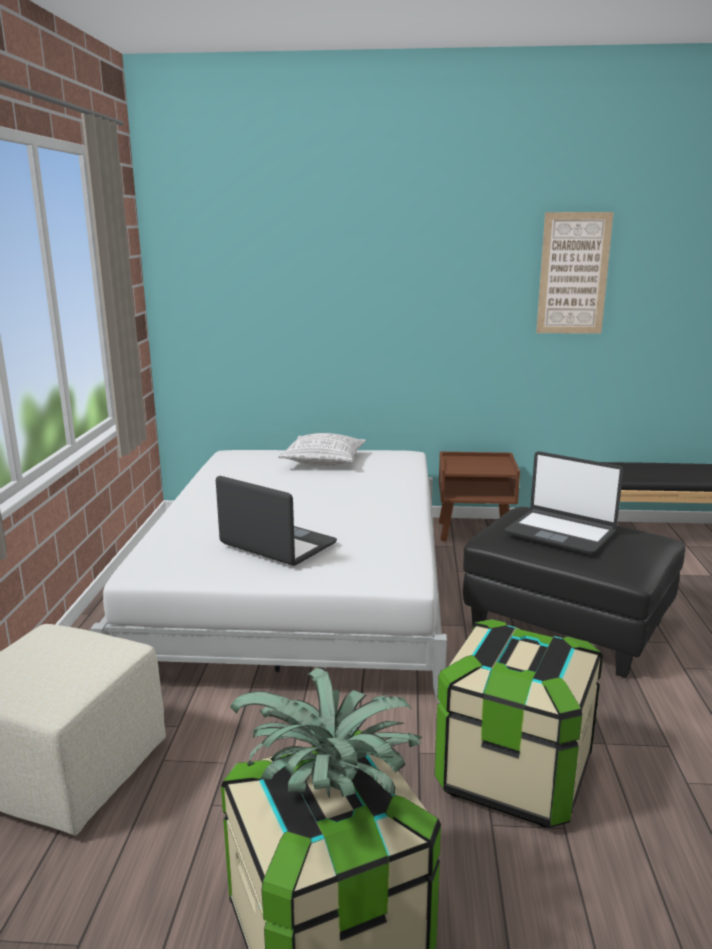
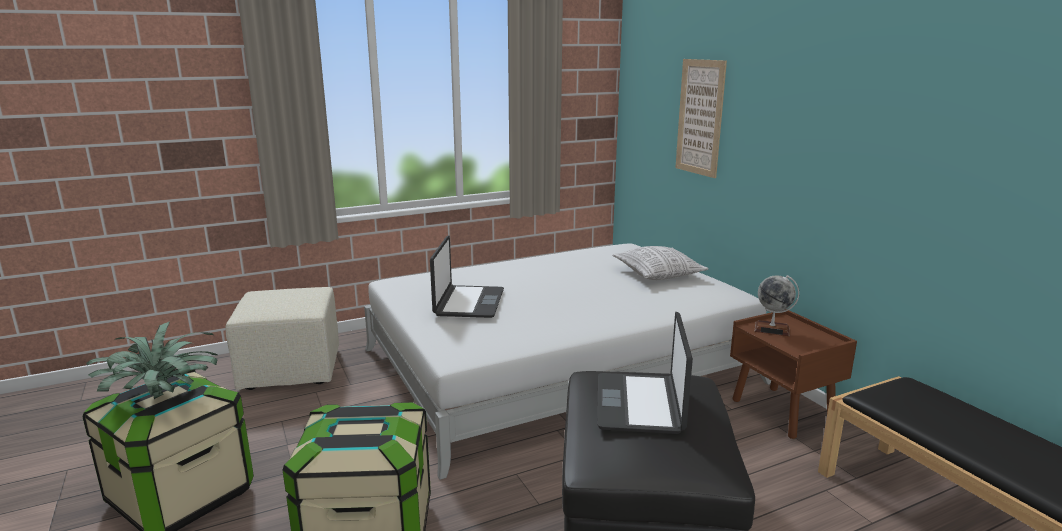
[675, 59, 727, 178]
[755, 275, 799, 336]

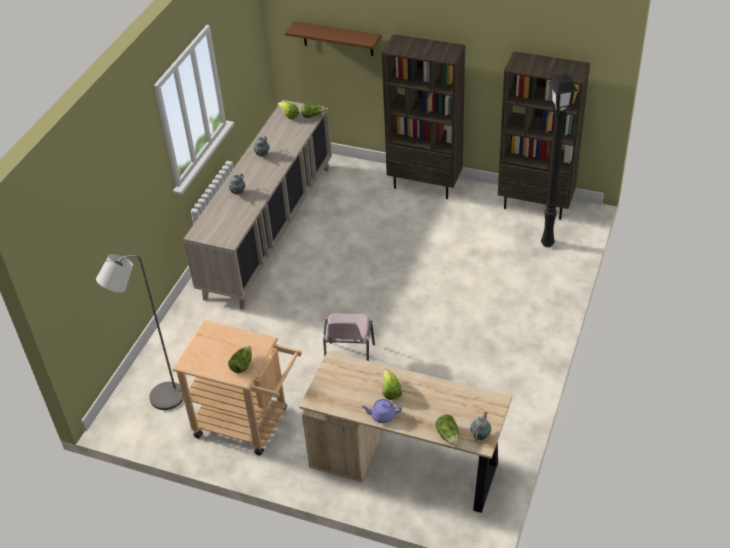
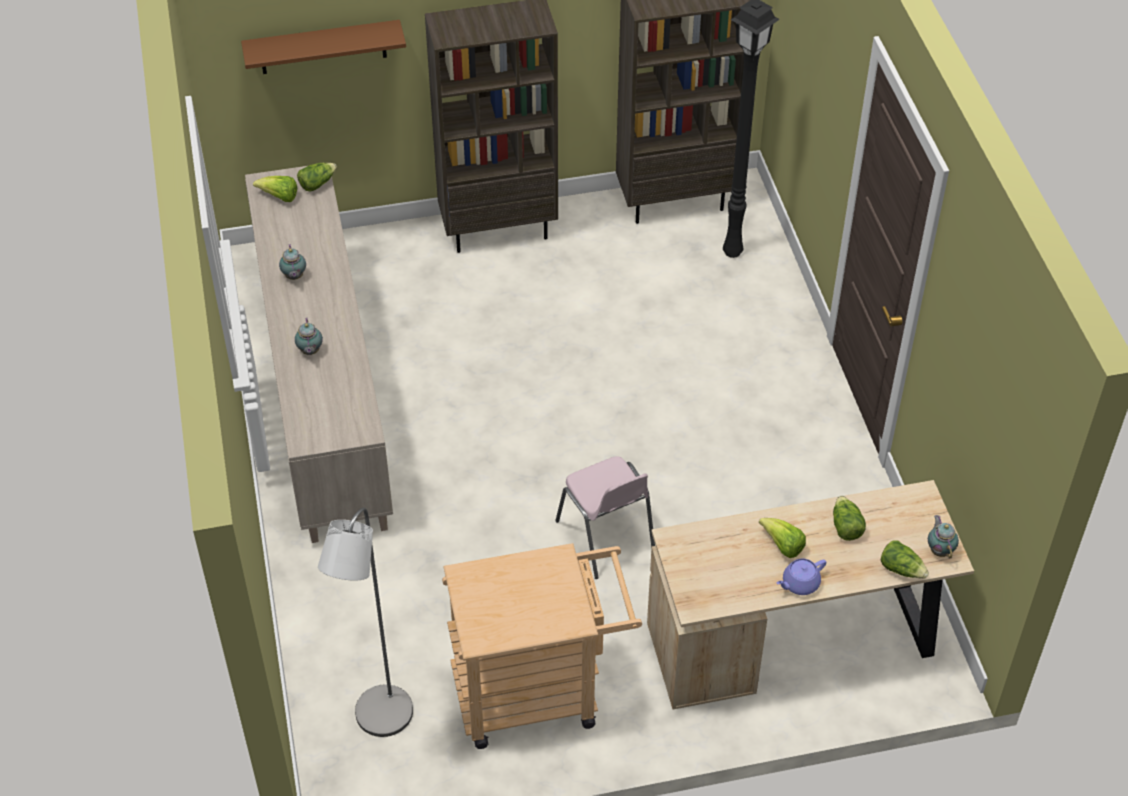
[833, 496, 866, 541]

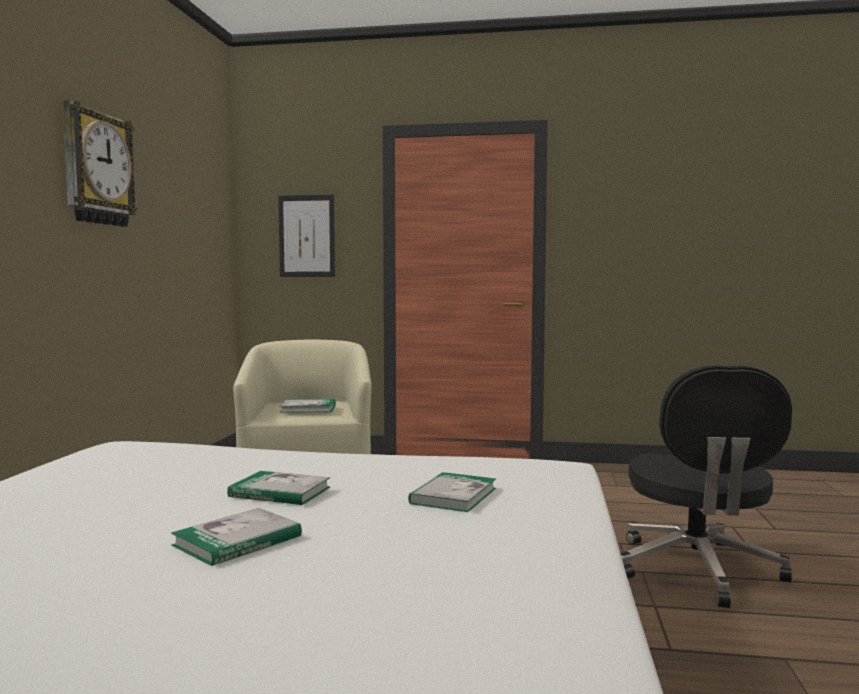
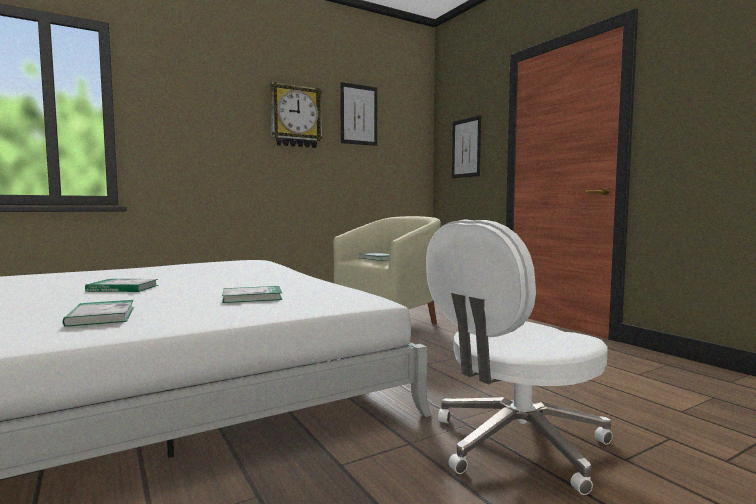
[426, 219, 612, 495]
[63, 300, 134, 327]
[340, 82, 377, 146]

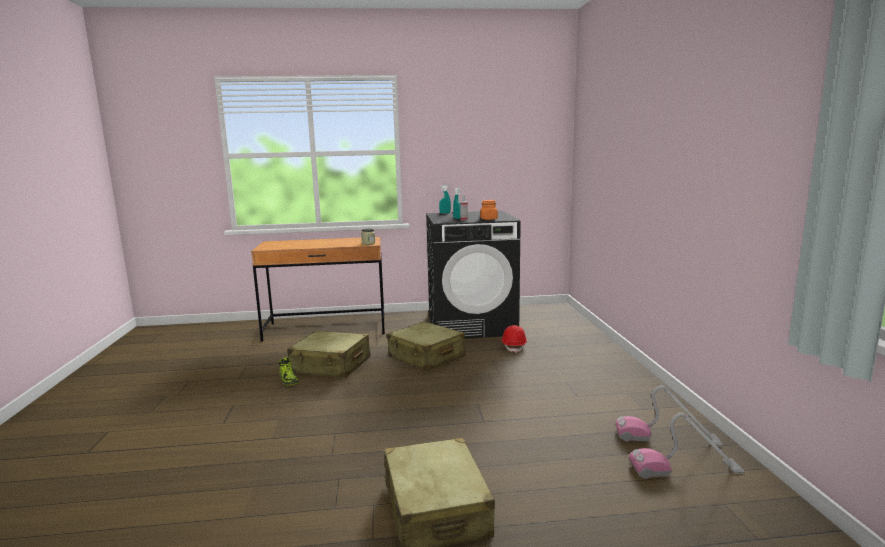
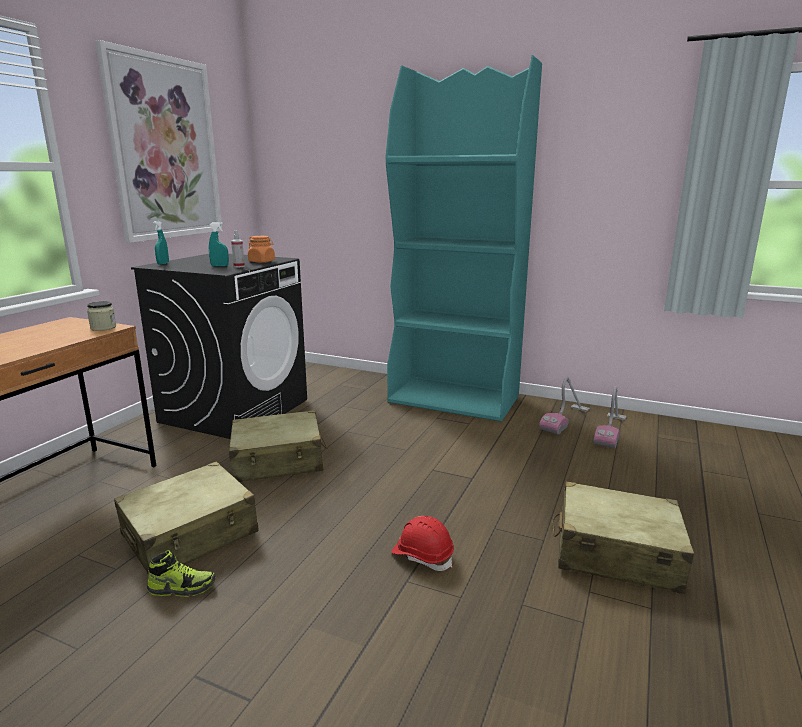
[391, 516, 454, 571]
[95, 40, 222, 243]
[386, 55, 542, 422]

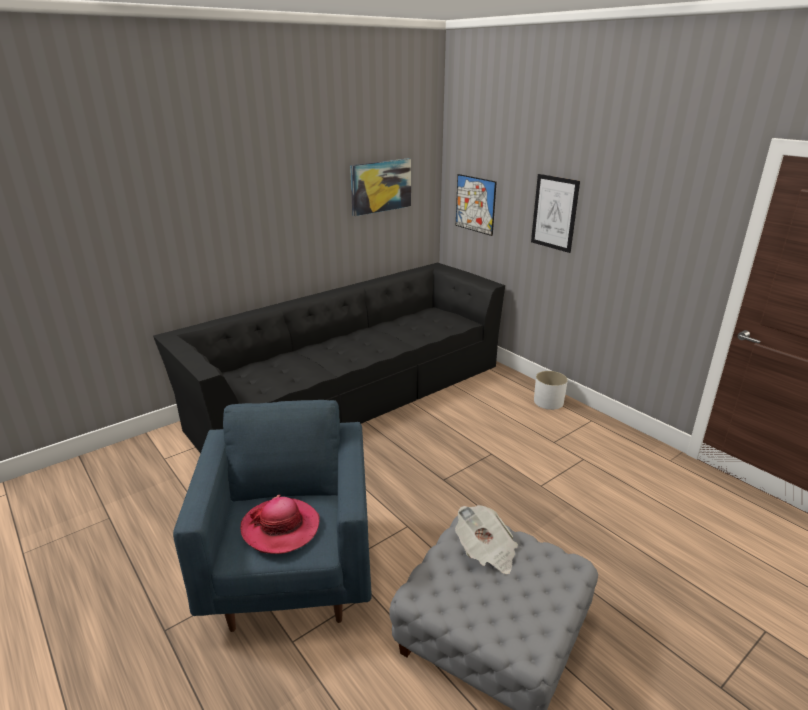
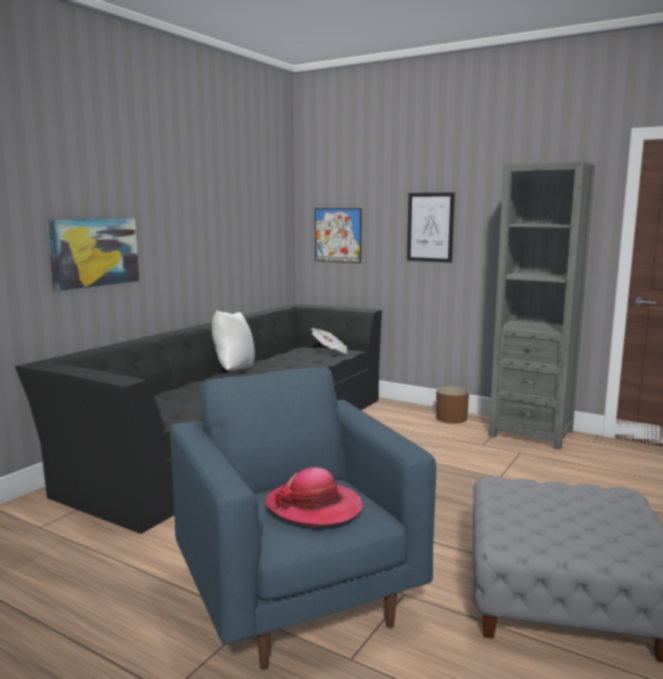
[47, 218, 139, 291]
[436, 386, 469, 424]
[311, 328, 347, 354]
[489, 161, 595, 450]
[212, 311, 255, 371]

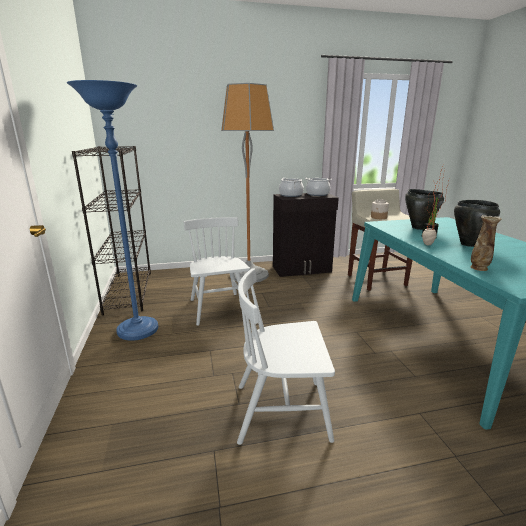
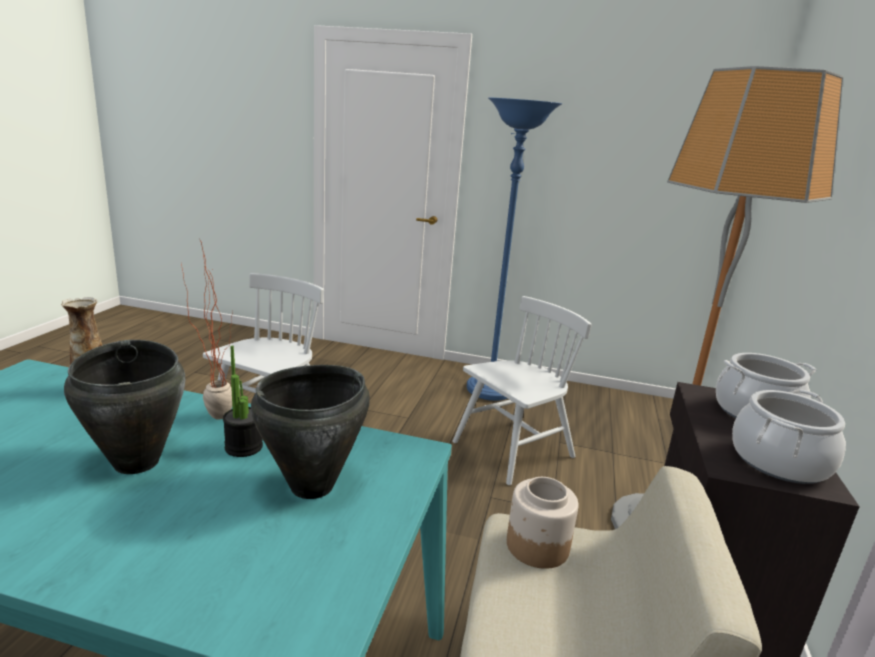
[72, 146, 151, 315] (first image)
[453, 296, 591, 485]

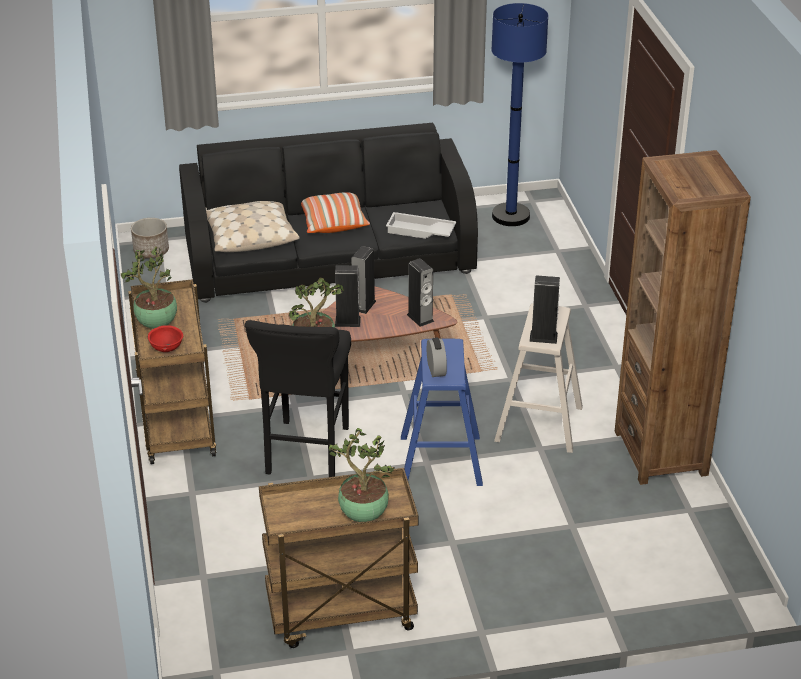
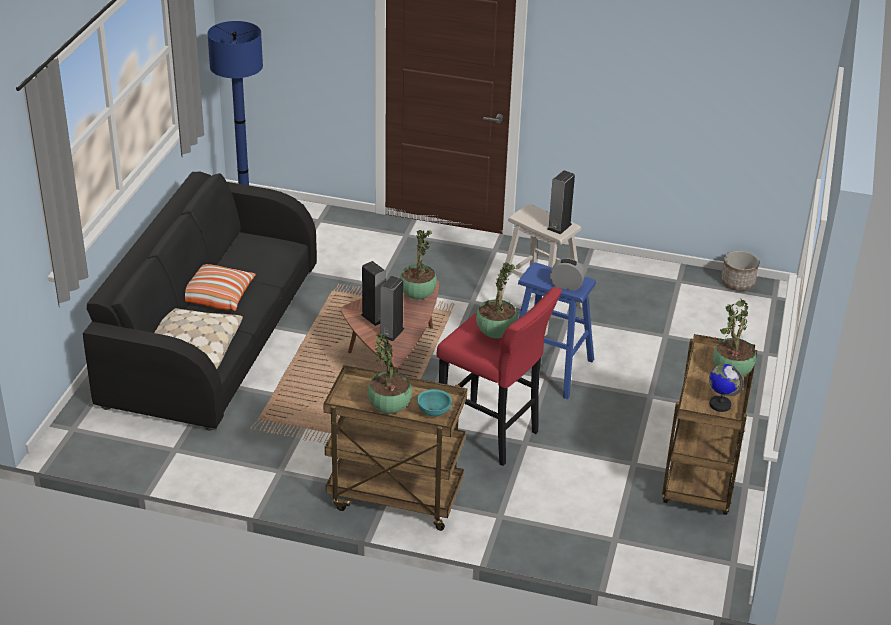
[615, 150, 751, 485] (first image)
[386, 212, 456, 239] (first image)
[721, 251, 759, 291]
[400, 230, 437, 300]
[437, 287, 562, 466]
[417, 389, 452, 417]
[709, 364, 744, 412]

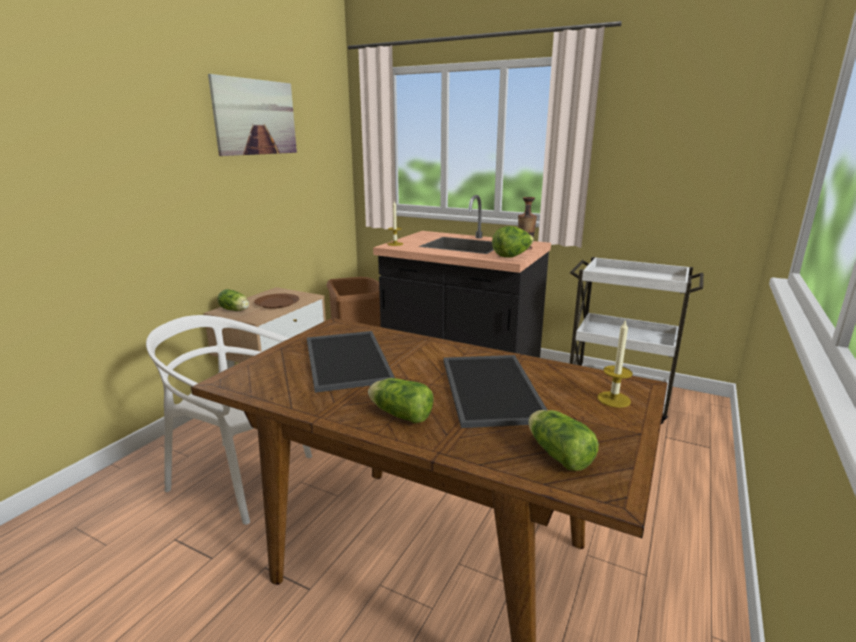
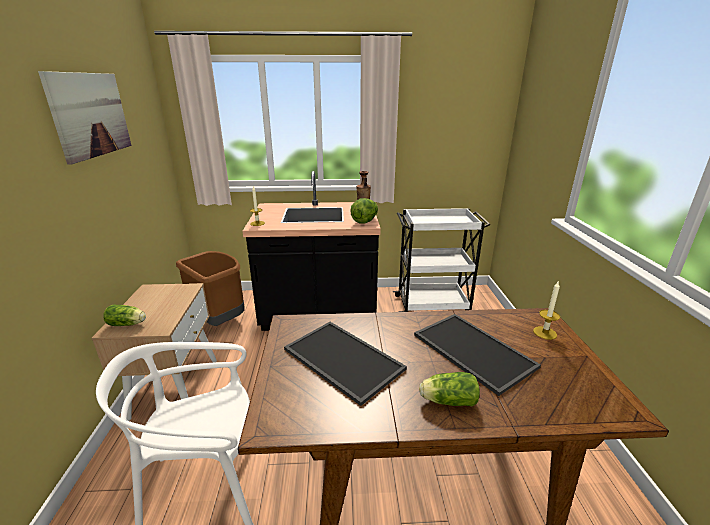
[254, 294, 299, 309] (first image)
[528, 410, 599, 471] (first image)

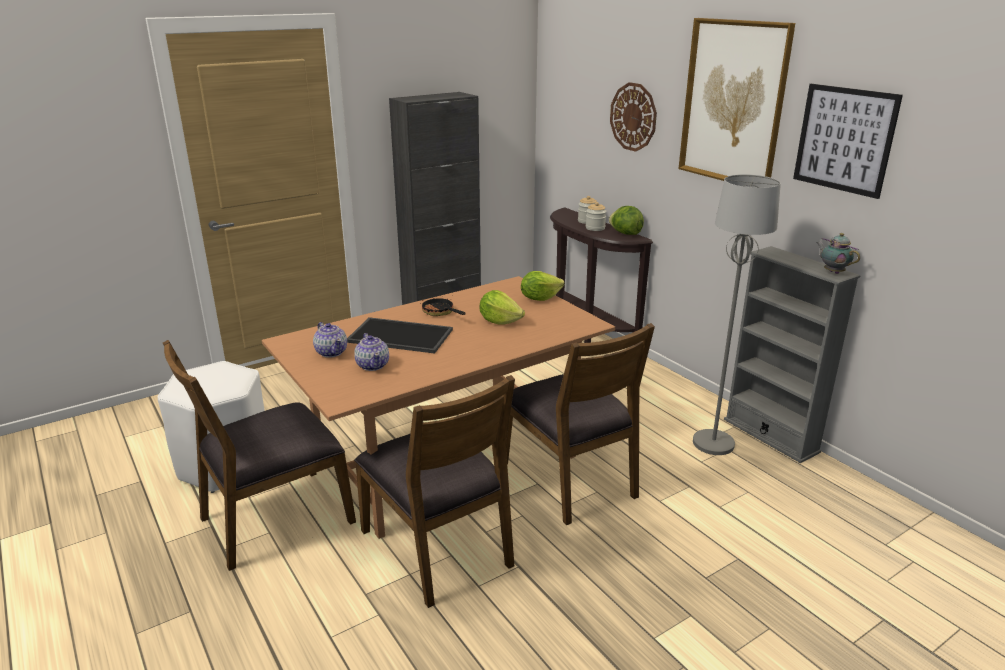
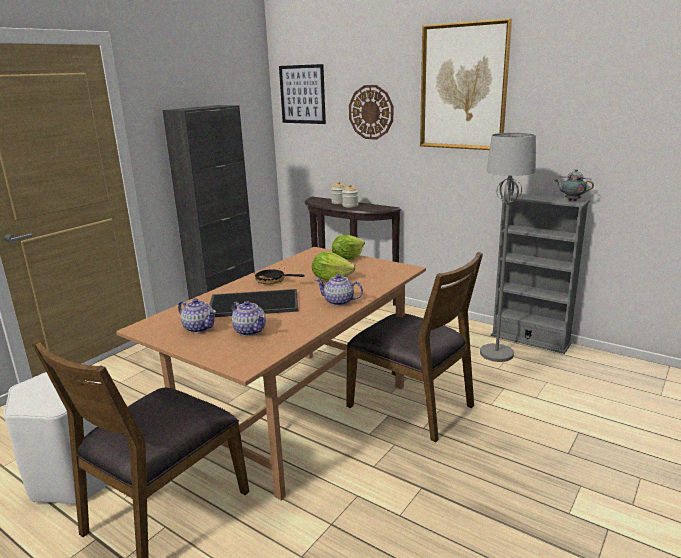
[279, 64, 326, 124]
[609, 206, 644, 235] (first image)
[354, 375, 515, 608] (first image)
[315, 274, 363, 306]

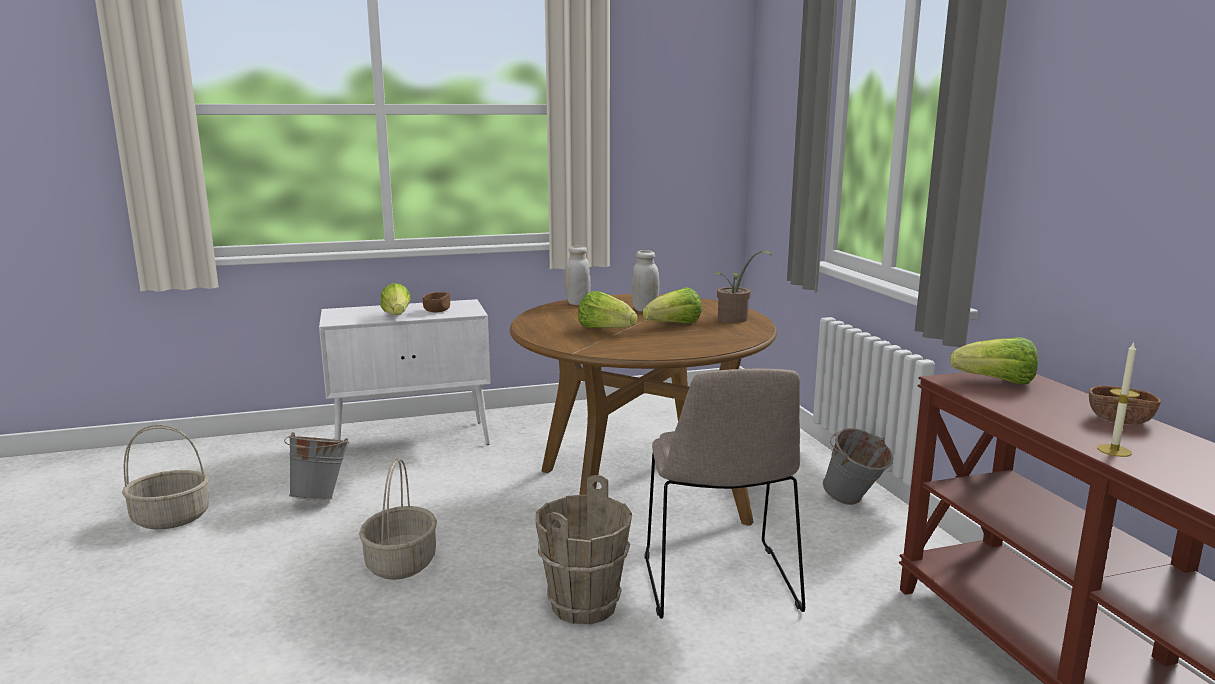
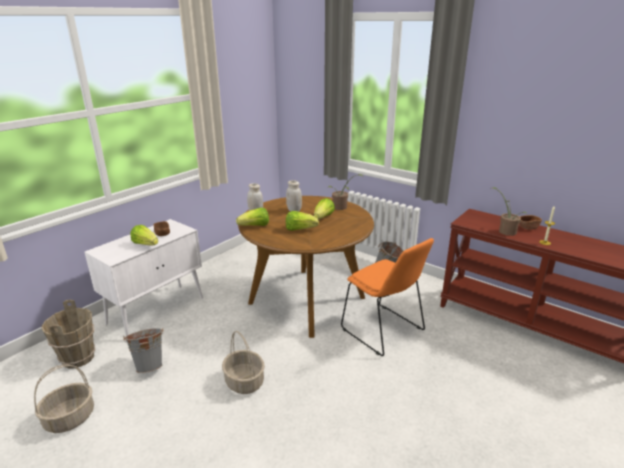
[236, 208, 269, 226]
[341, 238, 434, 356]
[42, 300, 95, 369]
[493, 187, 528, 236]

